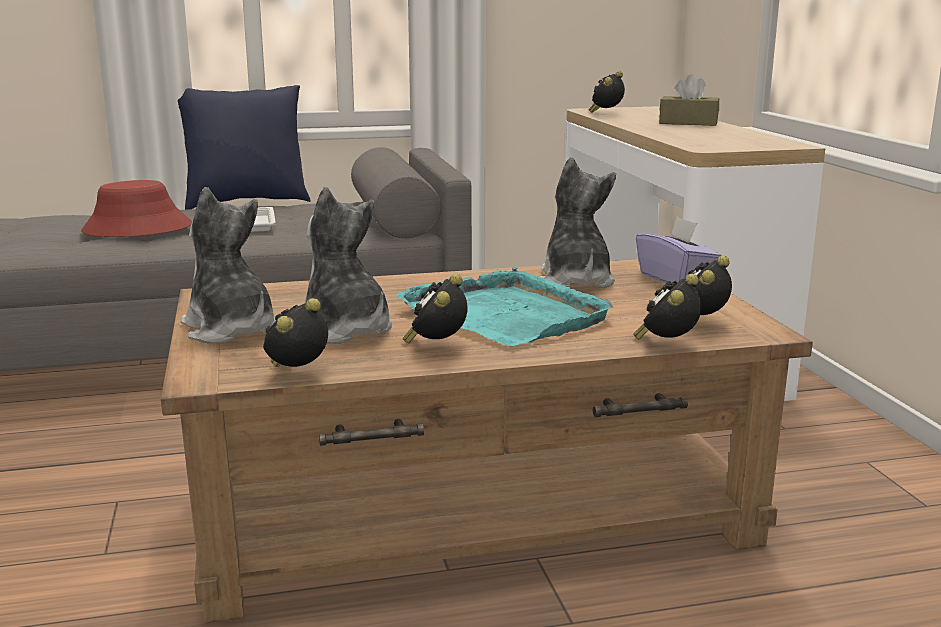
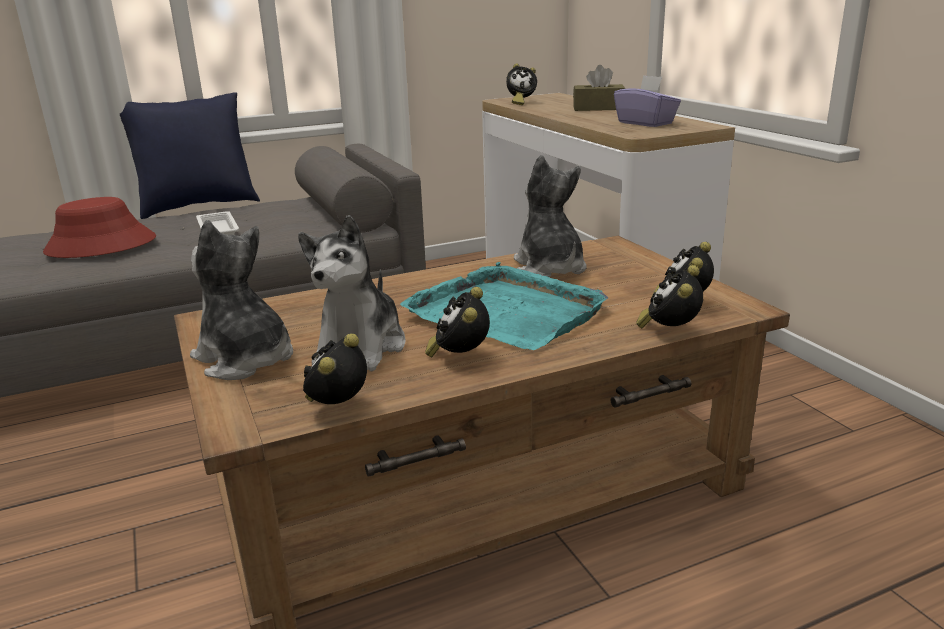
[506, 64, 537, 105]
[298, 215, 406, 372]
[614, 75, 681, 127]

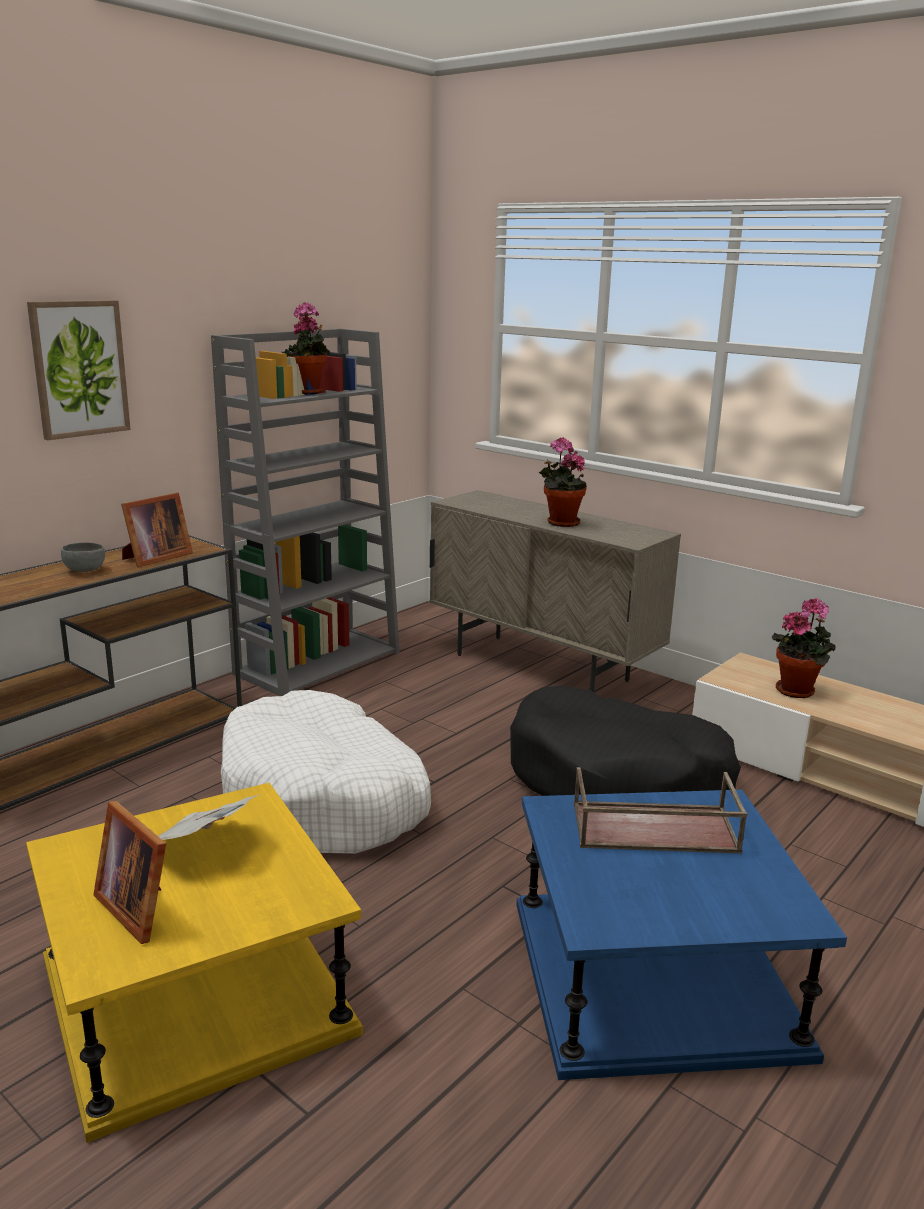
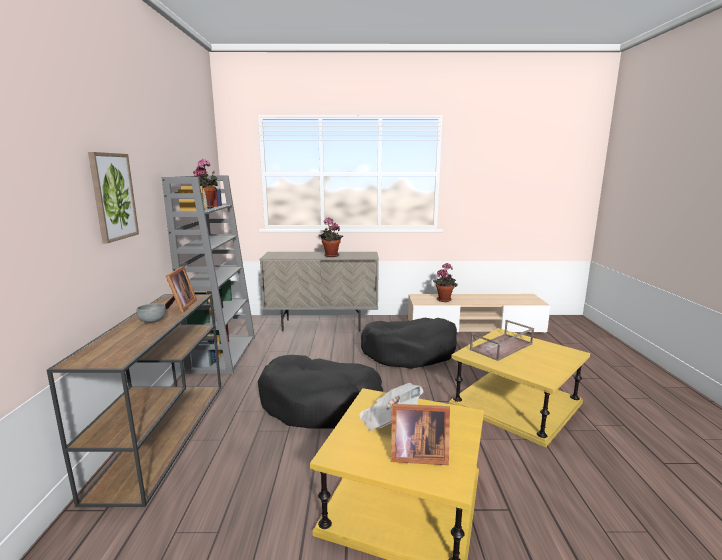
[258, 355, 383, 429]
[449, 328, 590, 448]

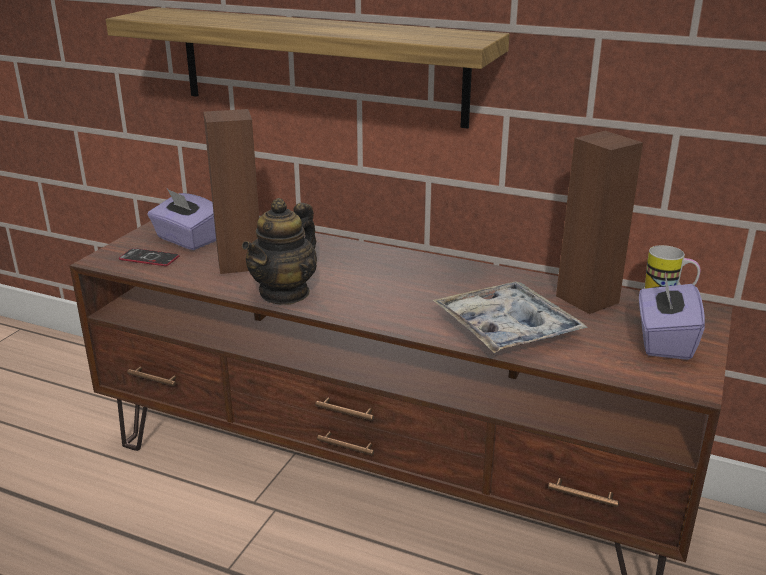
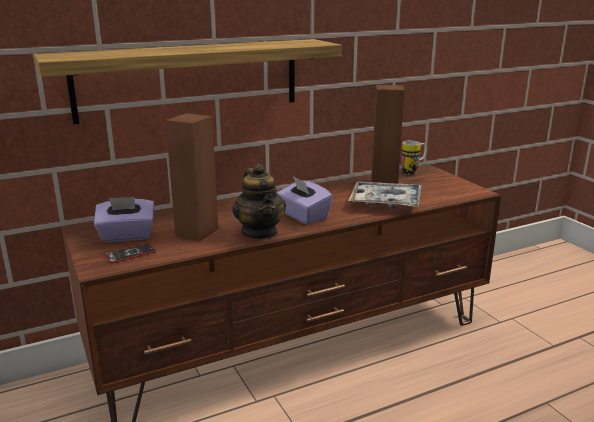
[277, 176, 333, 225]

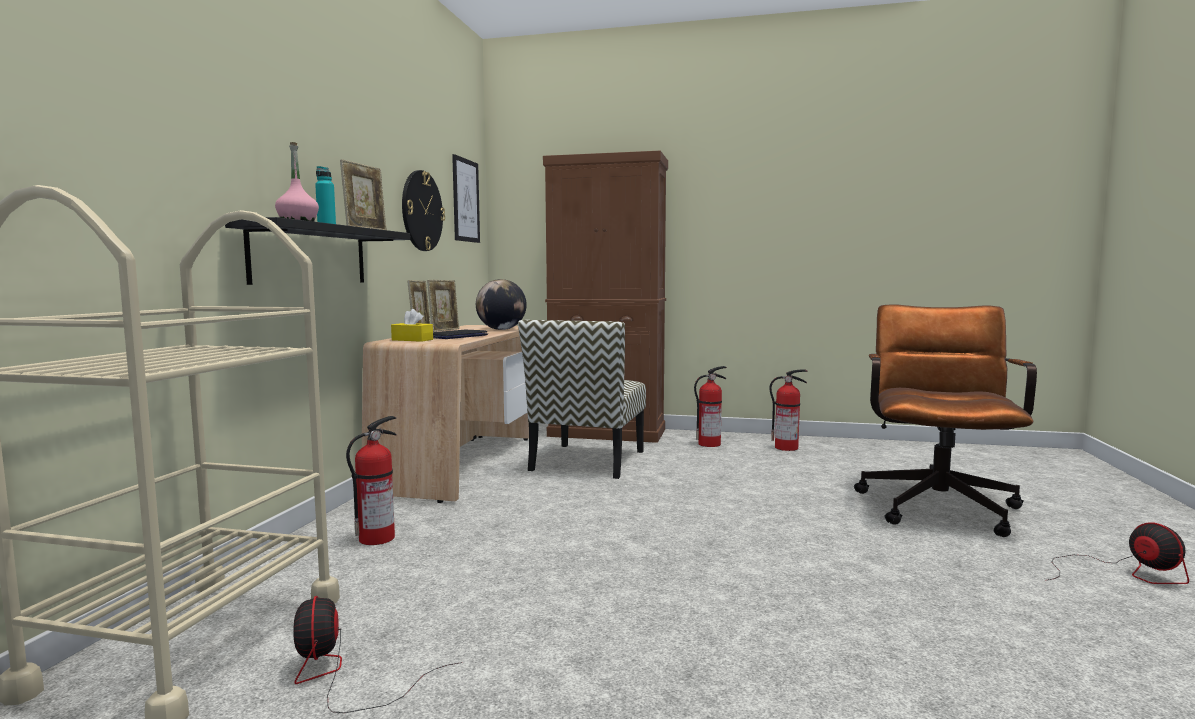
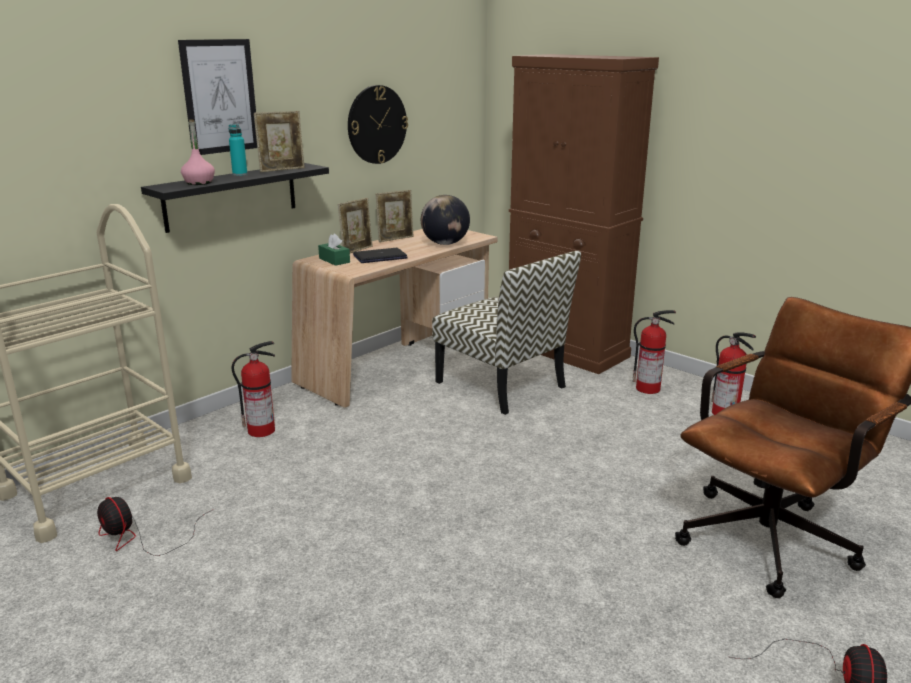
[178, 39, 257, 155]
[318, 234, 350, 266]
[432, 251, 581, 415]
[97, 497, 214, 556]

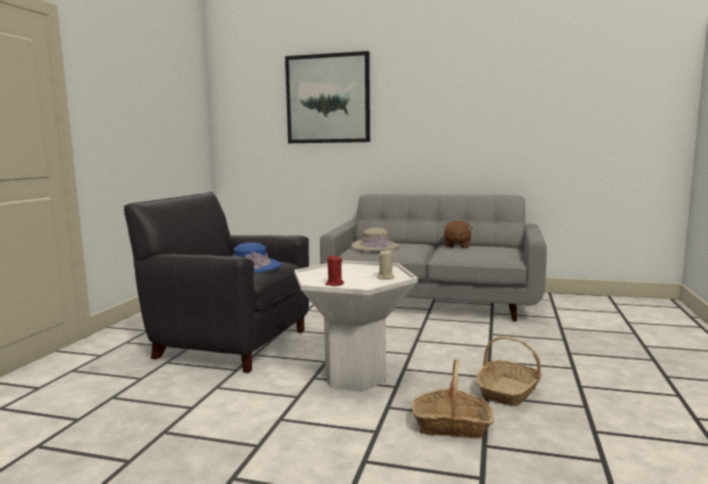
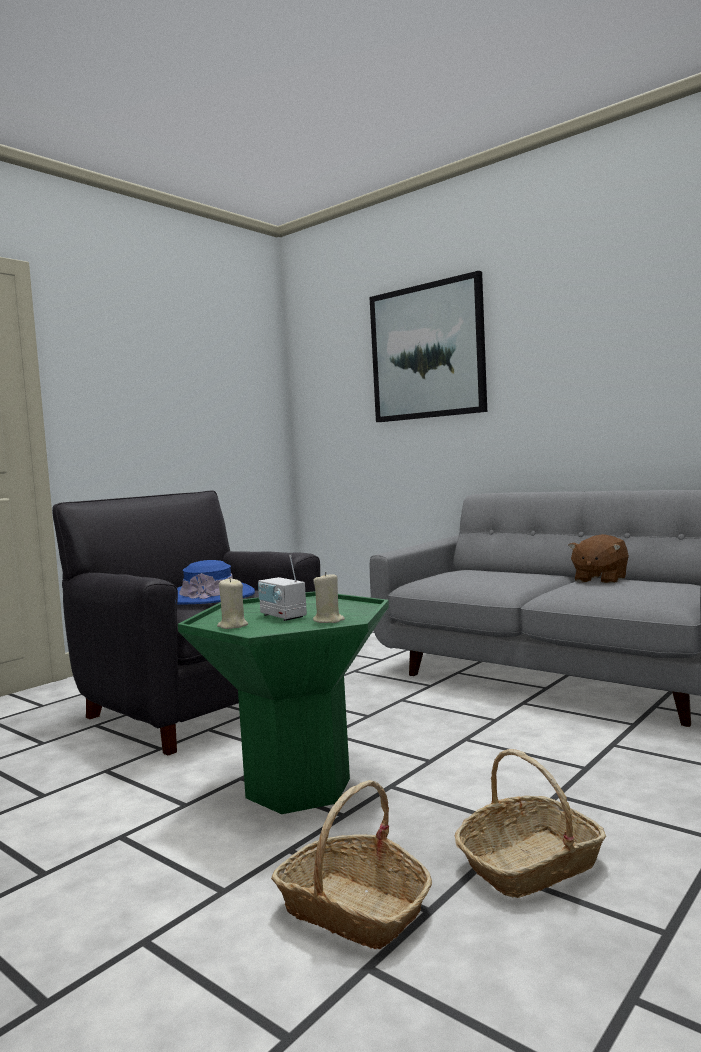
[351, 228, 400, 251] (first image)
[217, 577, 248, 629]
[178, 591, 389, 814]
[258, 555, 307, 621]

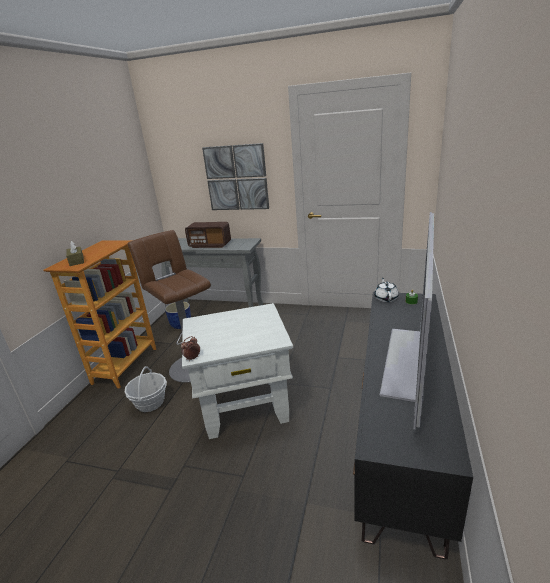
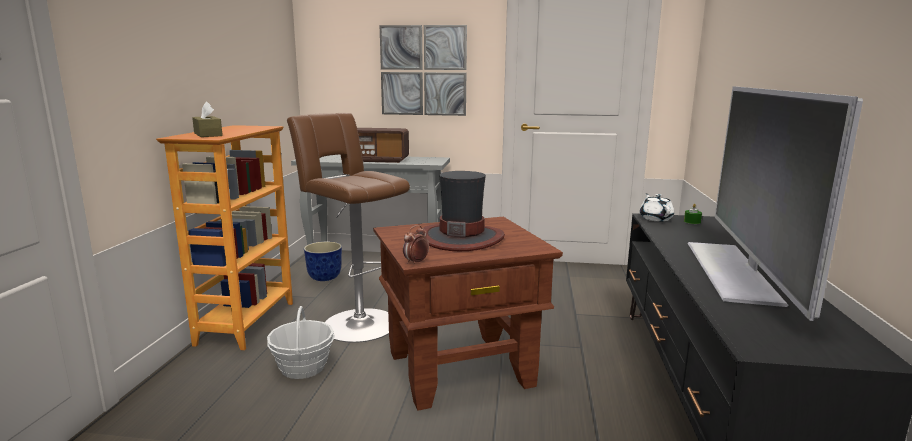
[373, 217, 563, 411]
[424, 171, 505, 251]

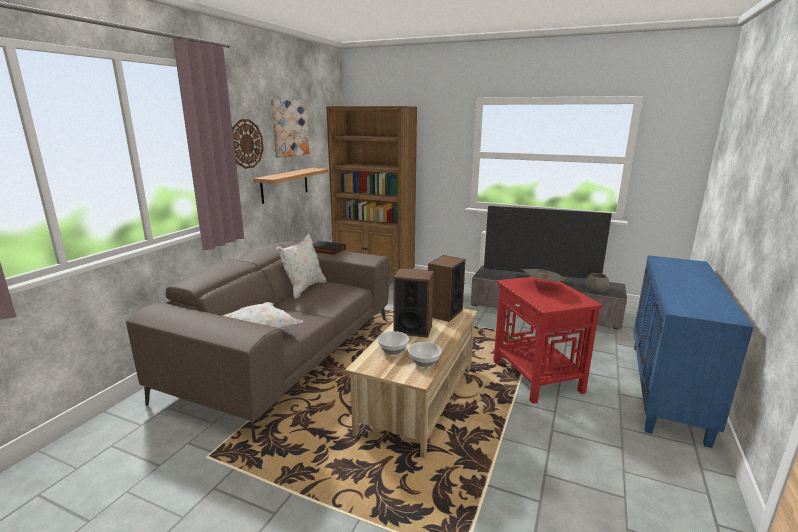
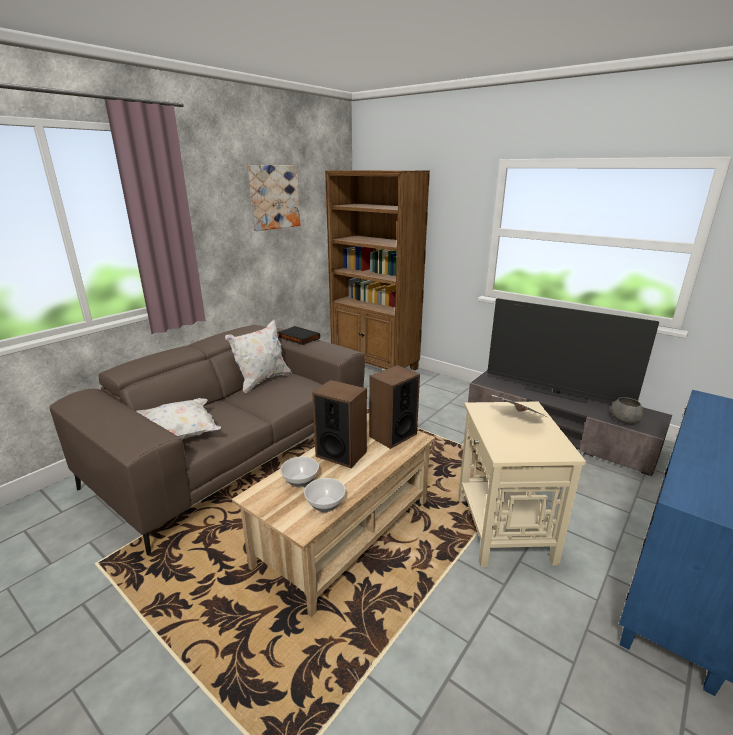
[232, 119, 264, 169] (first image)
[253, 168, 328, 204] (first image)
[458, 401, 586, 567]

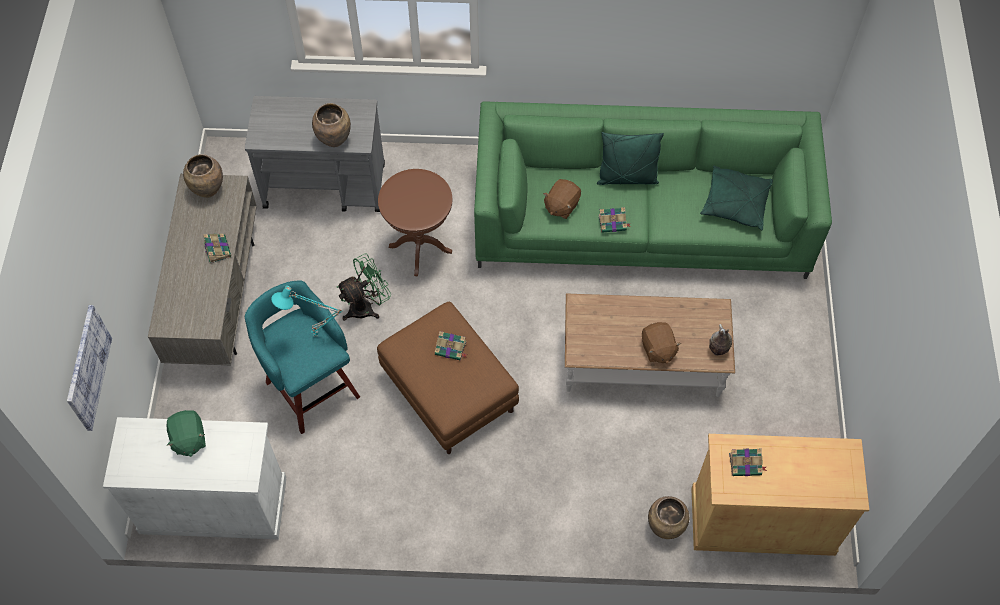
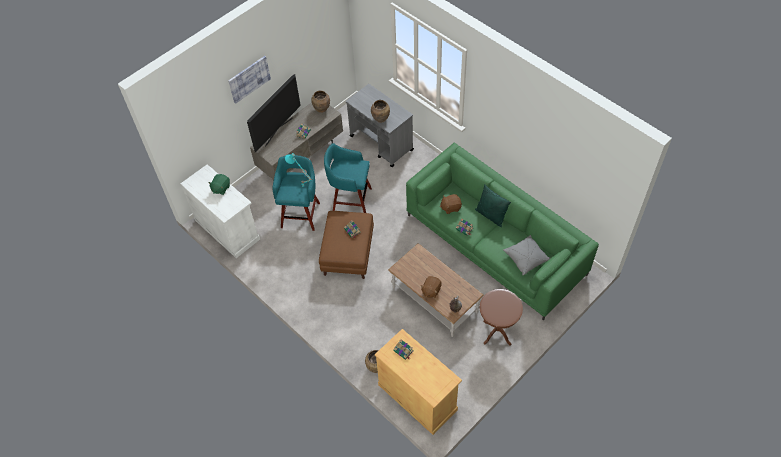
[503, 235, 550, 275]
[480, 289, 523, 346]
[324, 143, 372, 213]
[228, 56, 271, 104]
[247, 74, 301, 152]

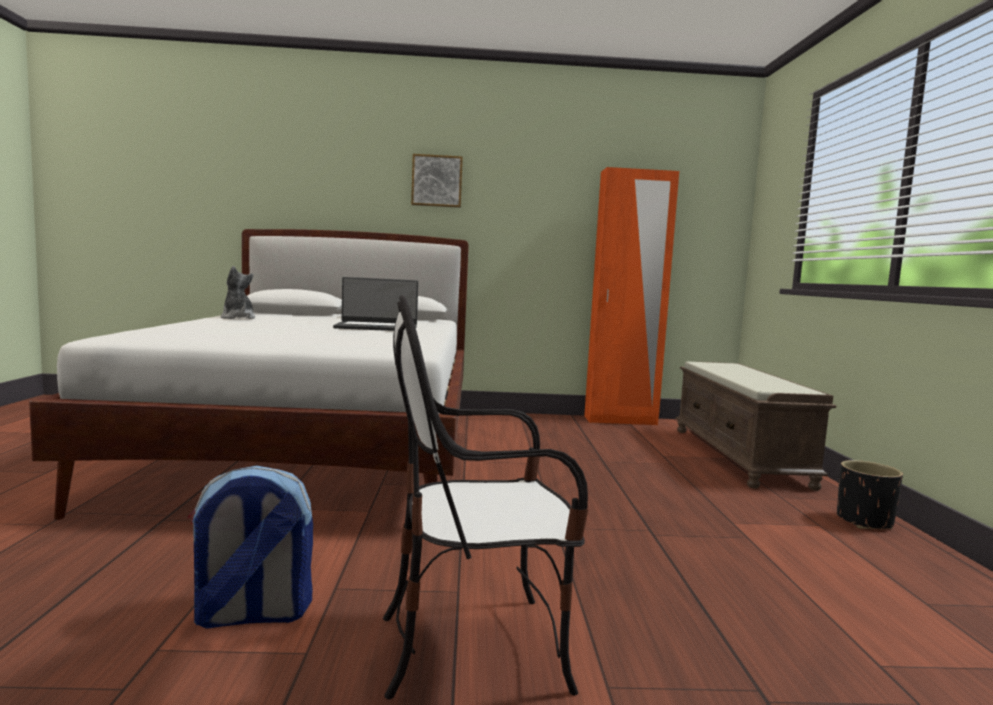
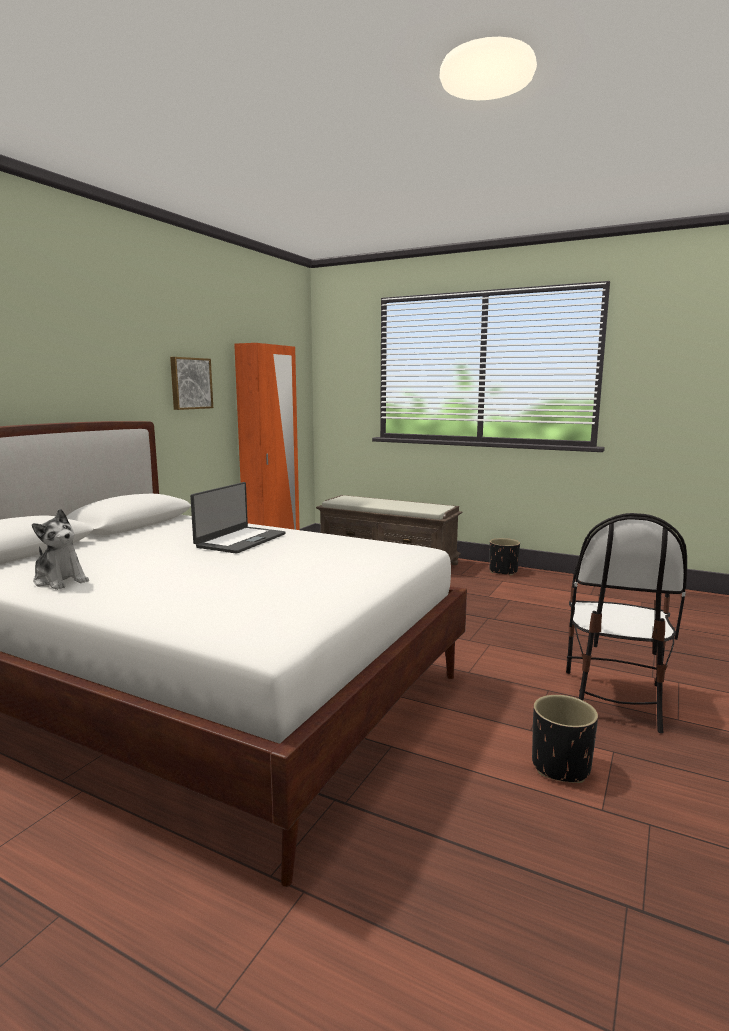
[170, 357, 213, 410]
[32, 509, 89, 590]
[532, 695, 598, 783]

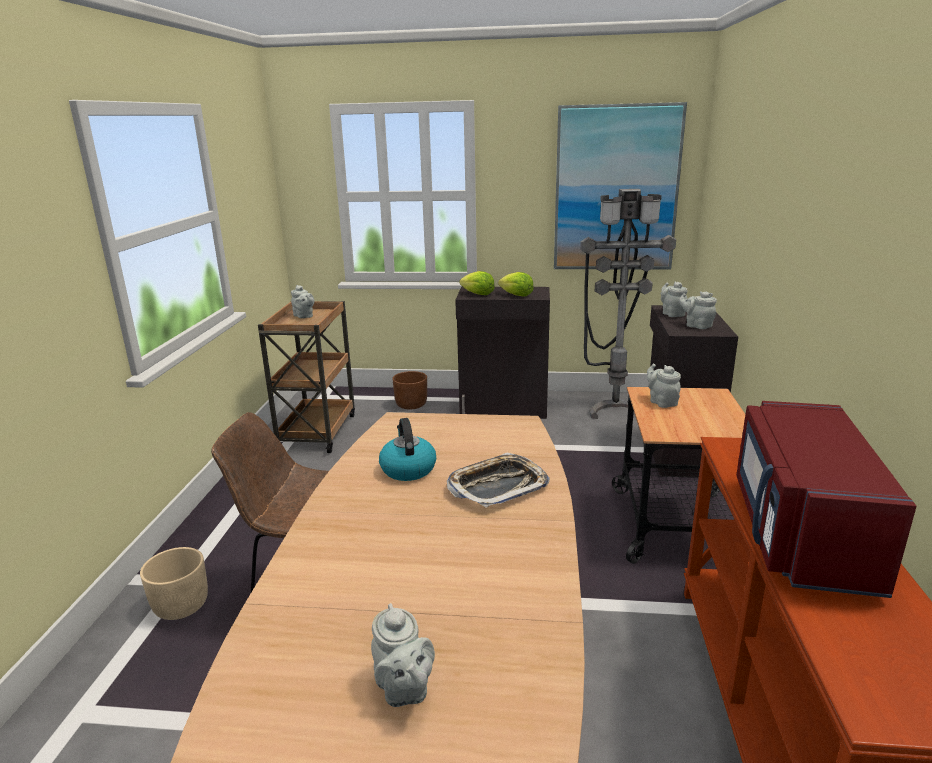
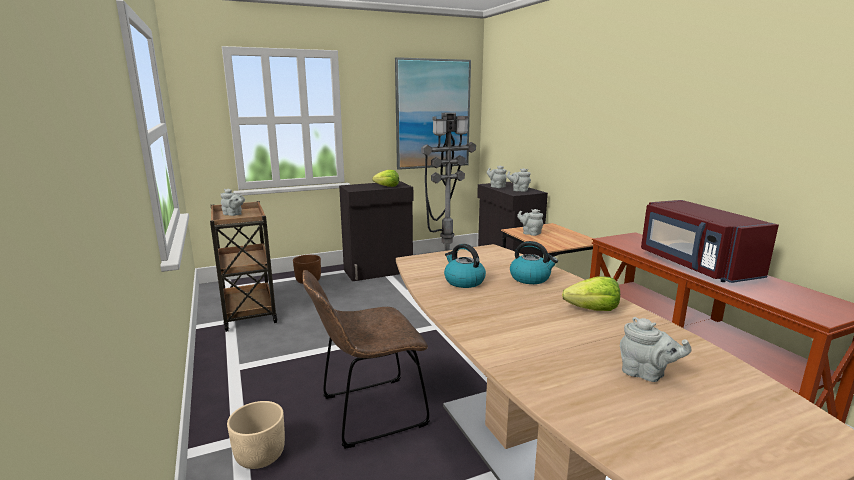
[562, 277, 620, 311]
[510, 241, 558, 284]

